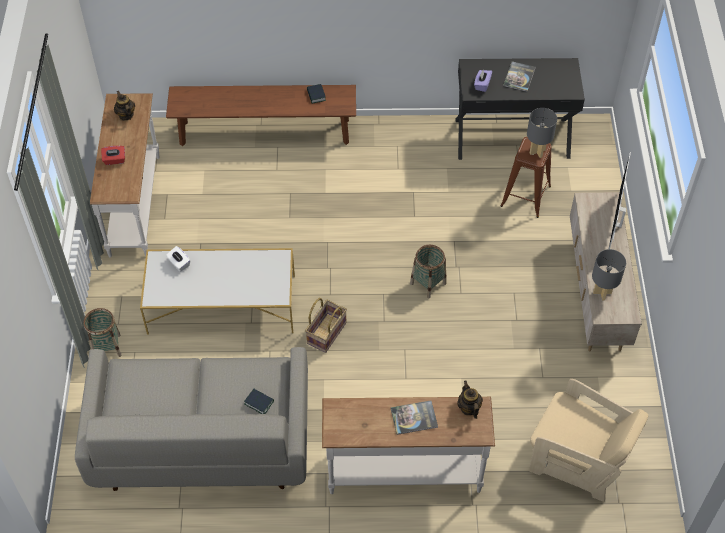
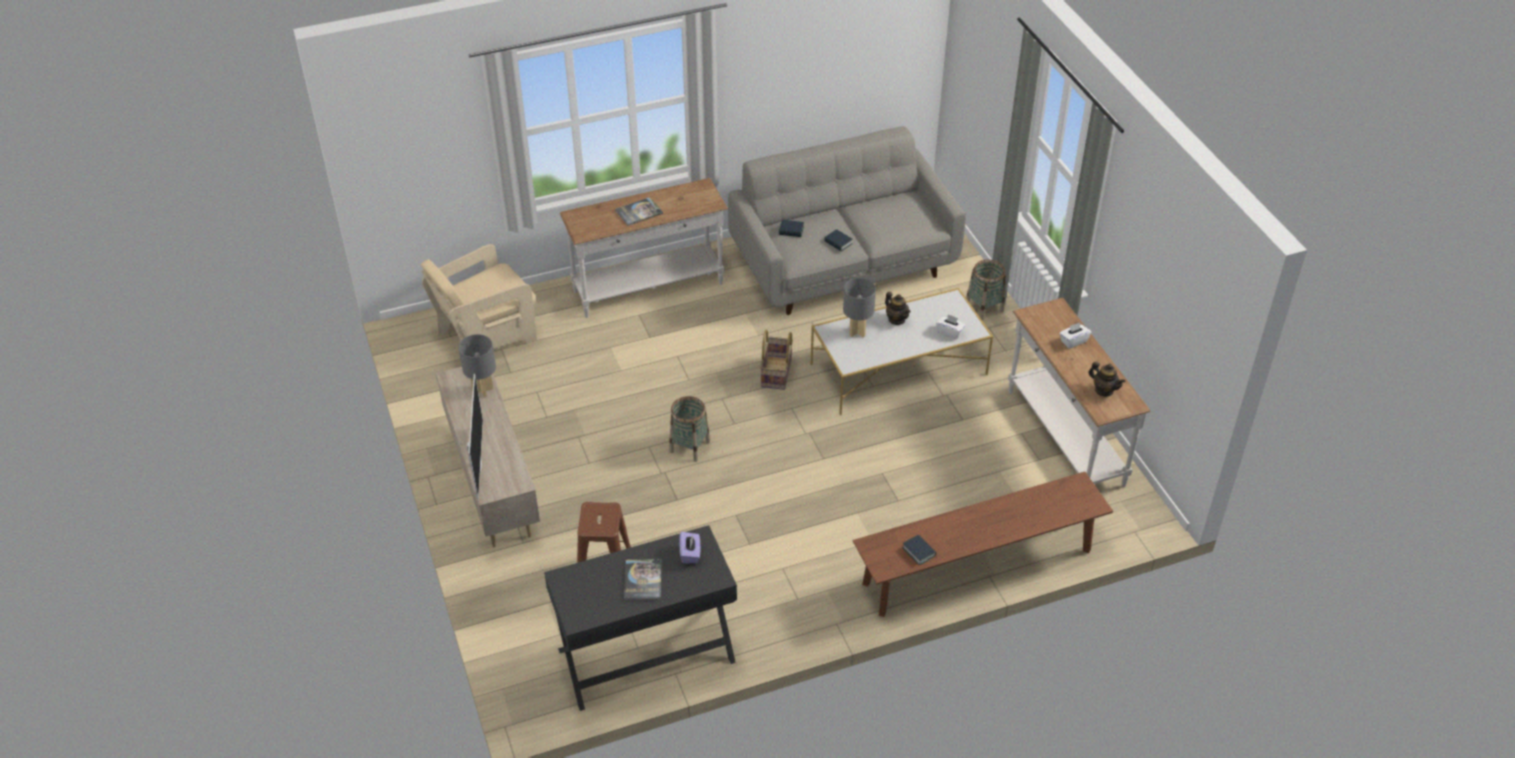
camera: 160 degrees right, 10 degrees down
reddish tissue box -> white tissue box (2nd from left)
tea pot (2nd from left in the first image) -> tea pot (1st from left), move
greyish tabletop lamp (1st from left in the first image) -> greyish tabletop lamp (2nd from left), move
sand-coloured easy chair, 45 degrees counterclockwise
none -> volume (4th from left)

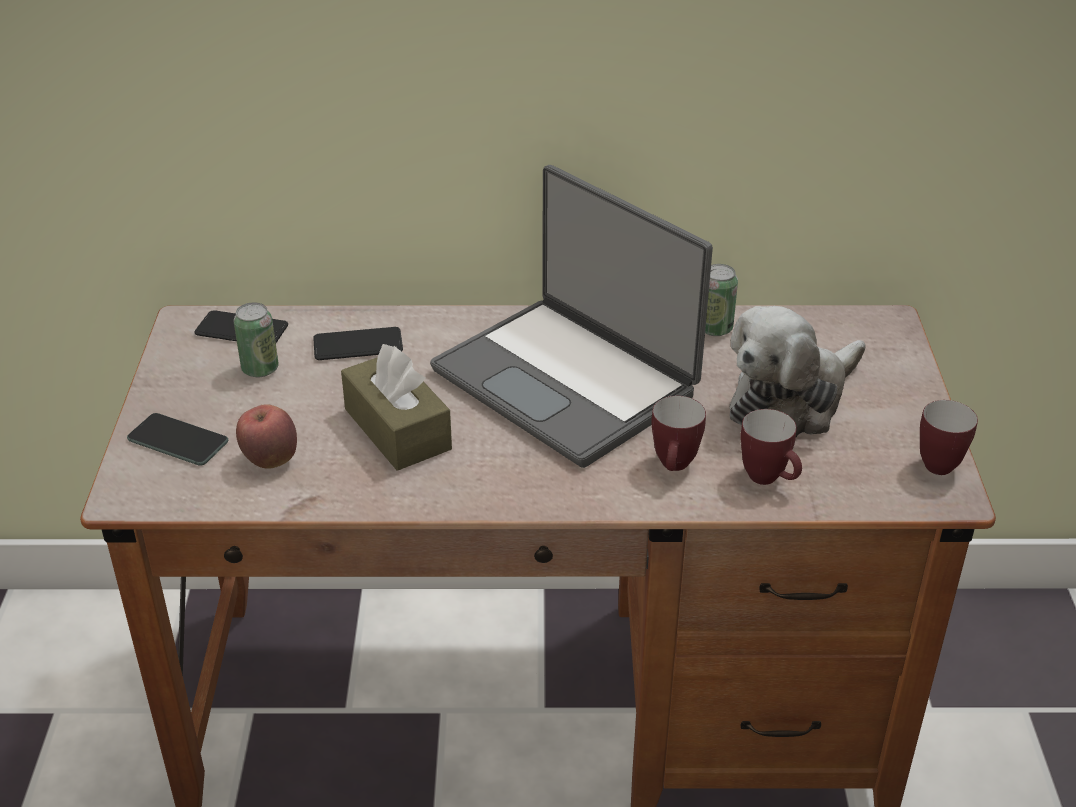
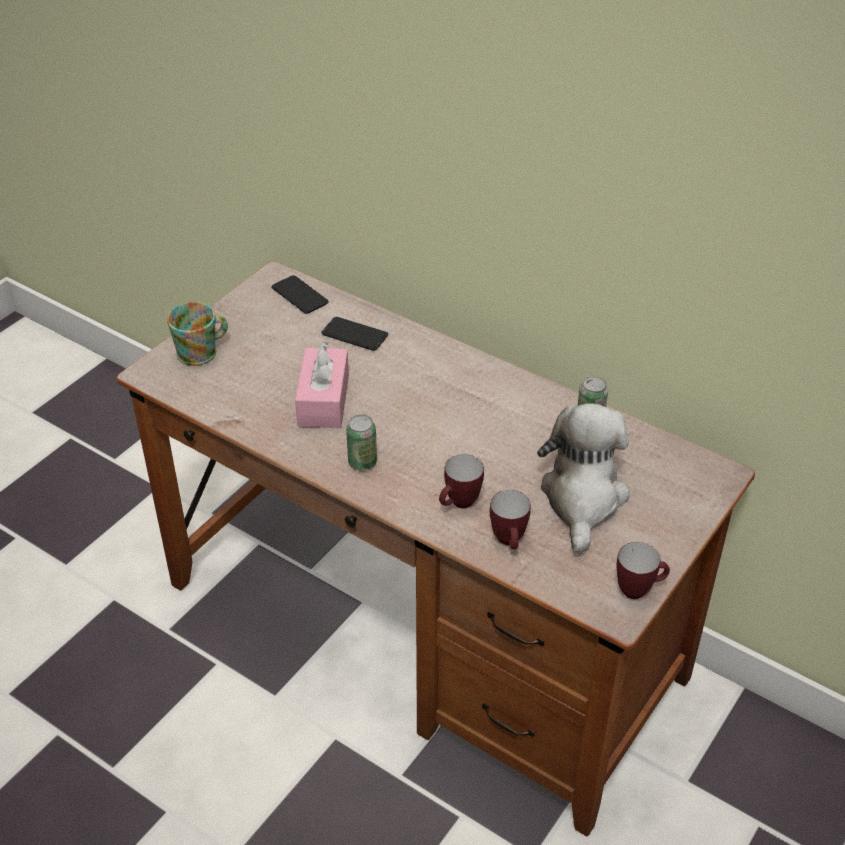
camera: 35 degrees right, 5 degrees up
phone (1st from left) -> tea mug (1st from left)
can (1st from left), move
whole apple -> none
brownish tissue box -> pink tissue box
portable computer -> none
plush toy, 105 degrees clockwise

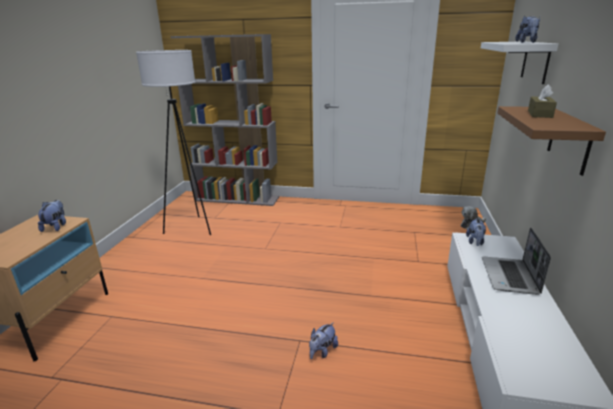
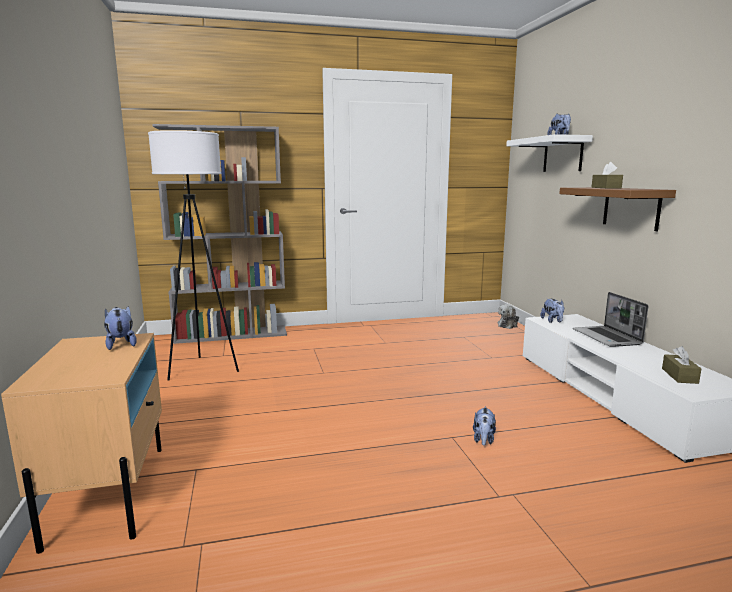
camera: 25 degrees left, 10 degrees down
none -> brownish tissue box (2nd from left)

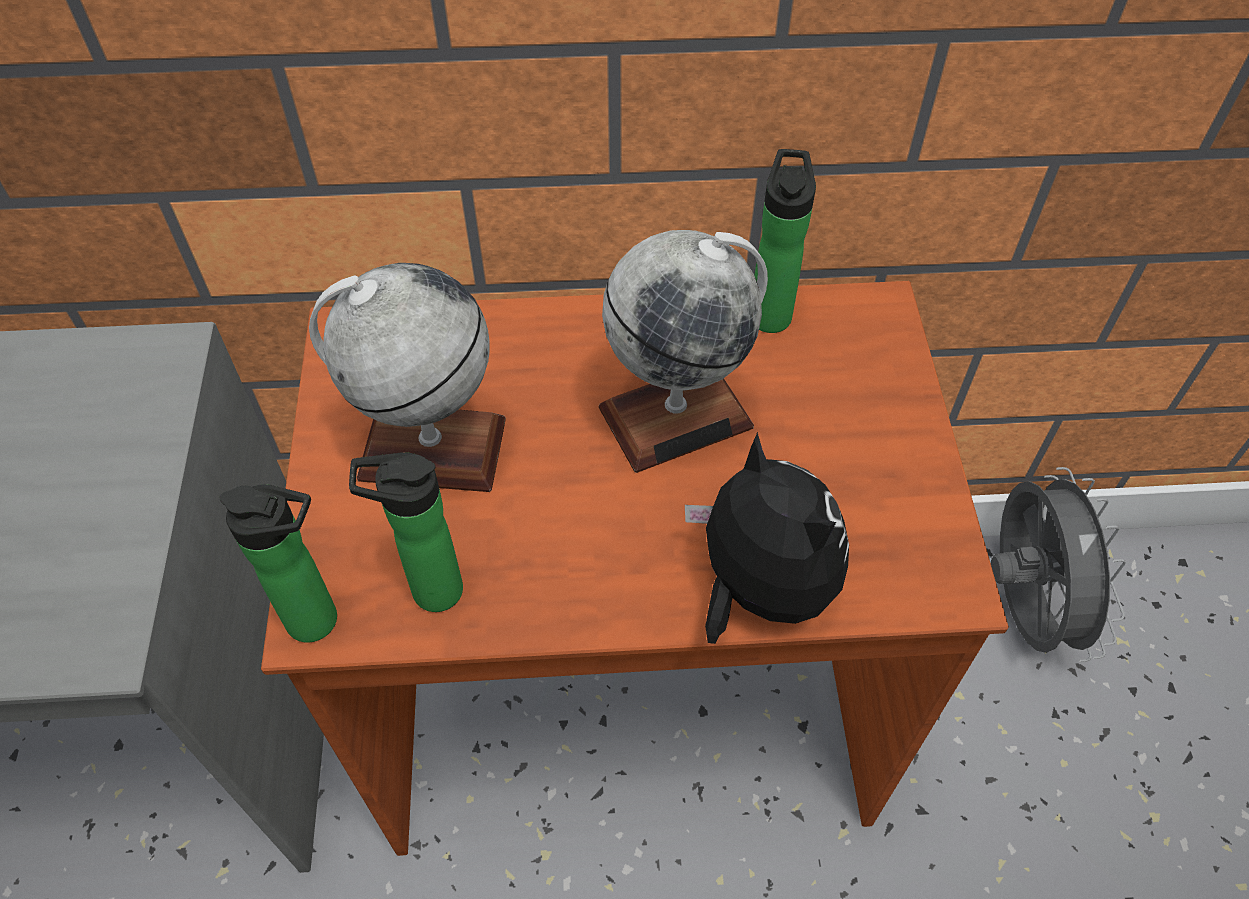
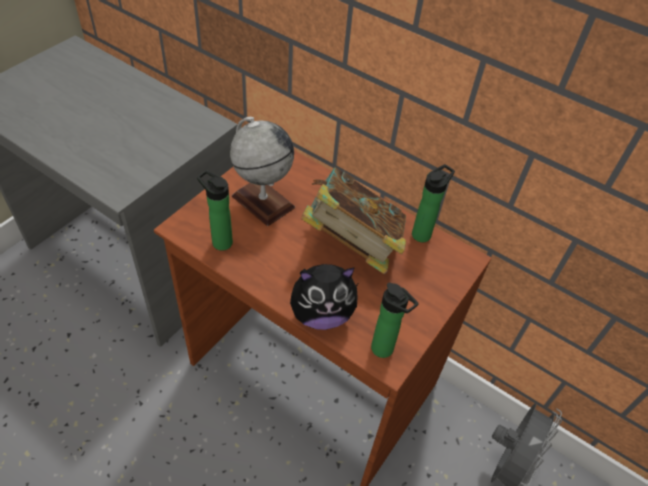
camera: 35 degrees right, 5 degrees down
beverage bottle (1st from left in the first image) -> beverage bottle (2nd from left), move
desk globe (2nd from left) -> volume
plush toy, 75 degrees clockwise

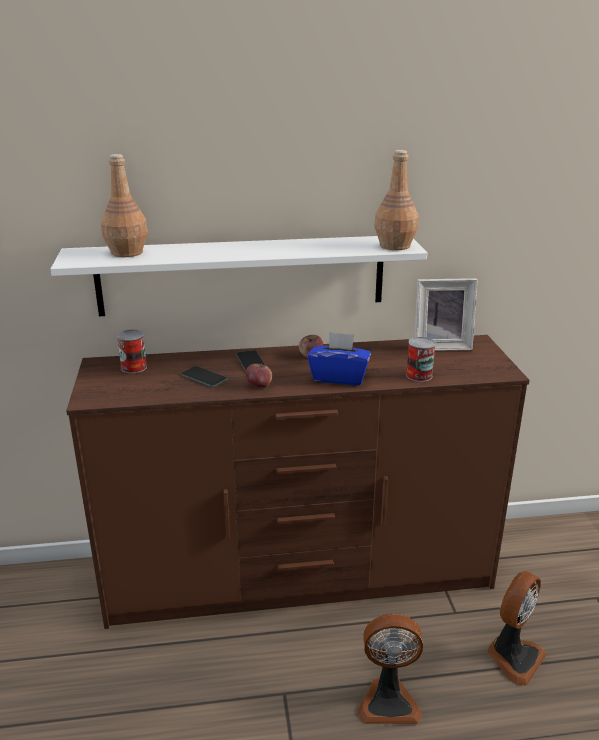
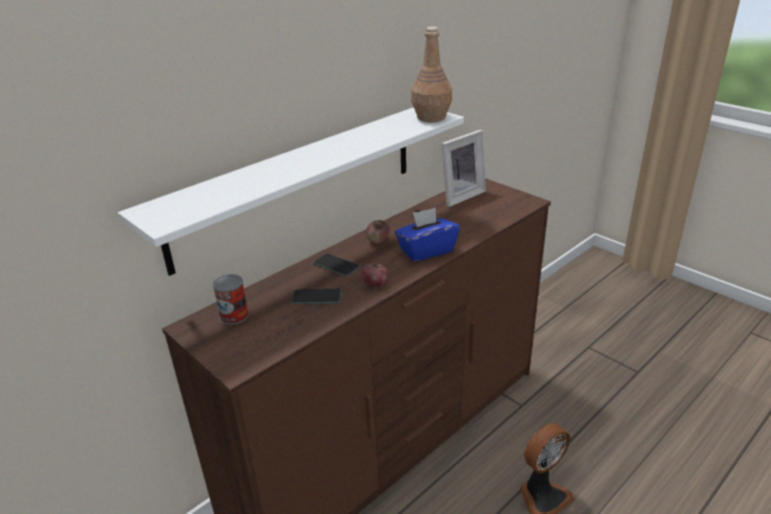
camera: 35 degrees left, 5 degrees up
brownish beverage bottle (1st from left) -> none
can (2nd from left) -> none
fan (2nd from left) -> none

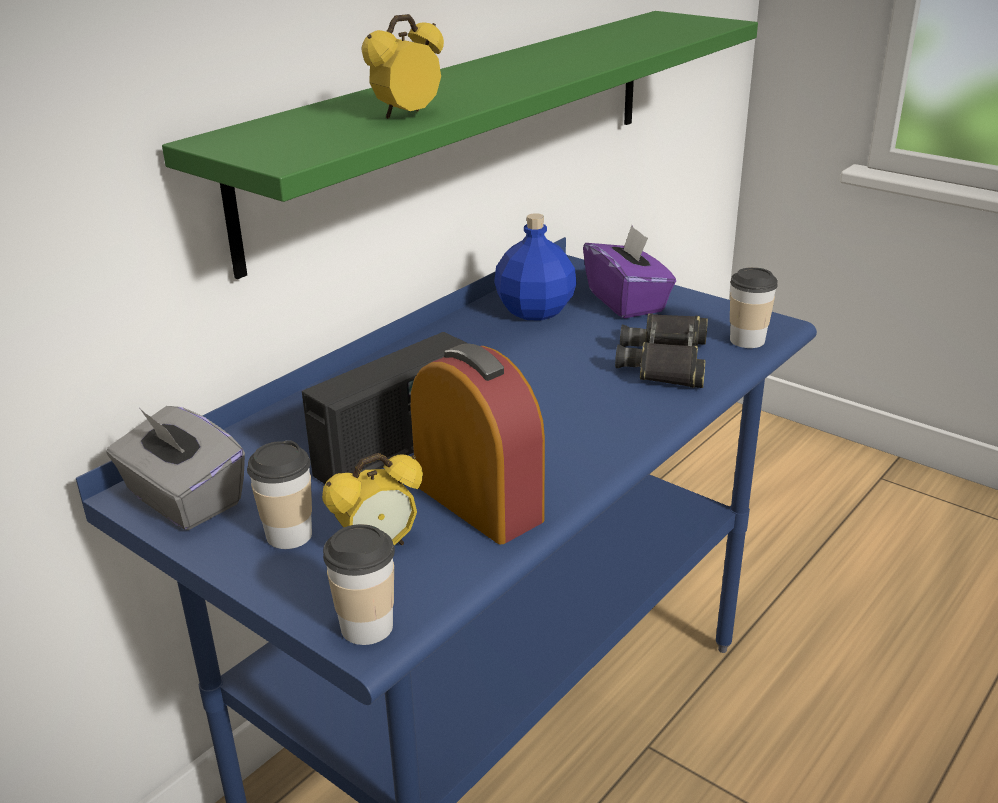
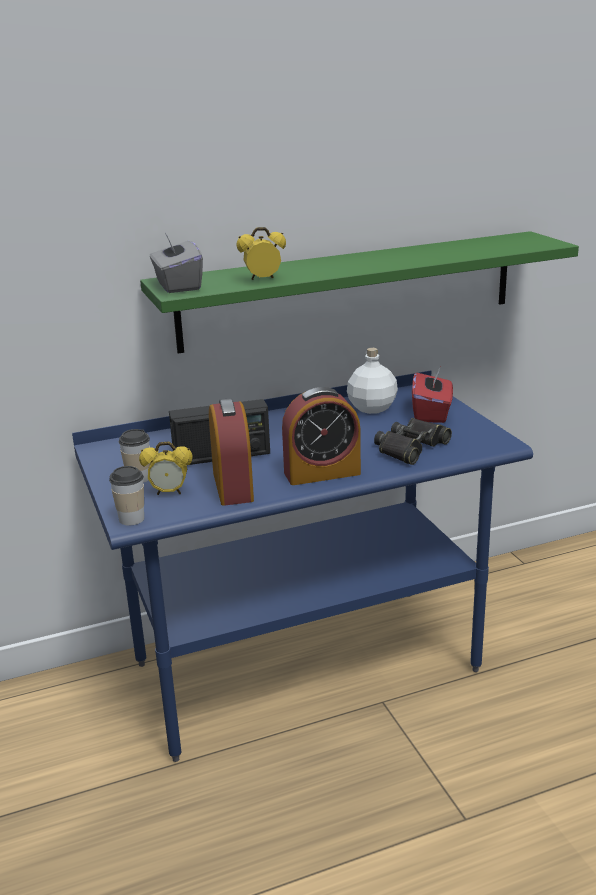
camera: 30 degrees right, 5 degrees down
greyish tissue box, move
bluish beverage bottle -> white beverage bottle
purple tissue box -> reddish tissue box
drinking cup (3rd from left) -> none
none -> table clock (4th from left)

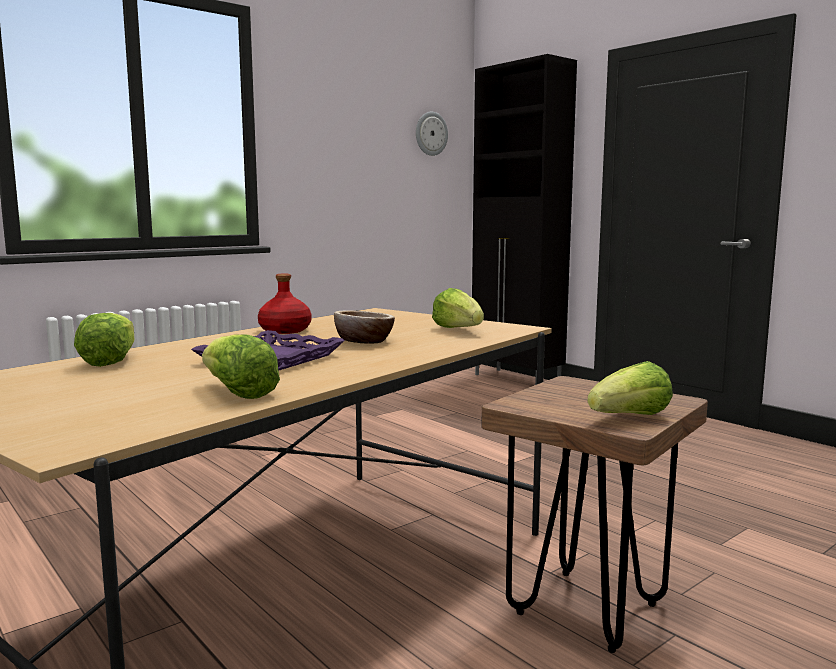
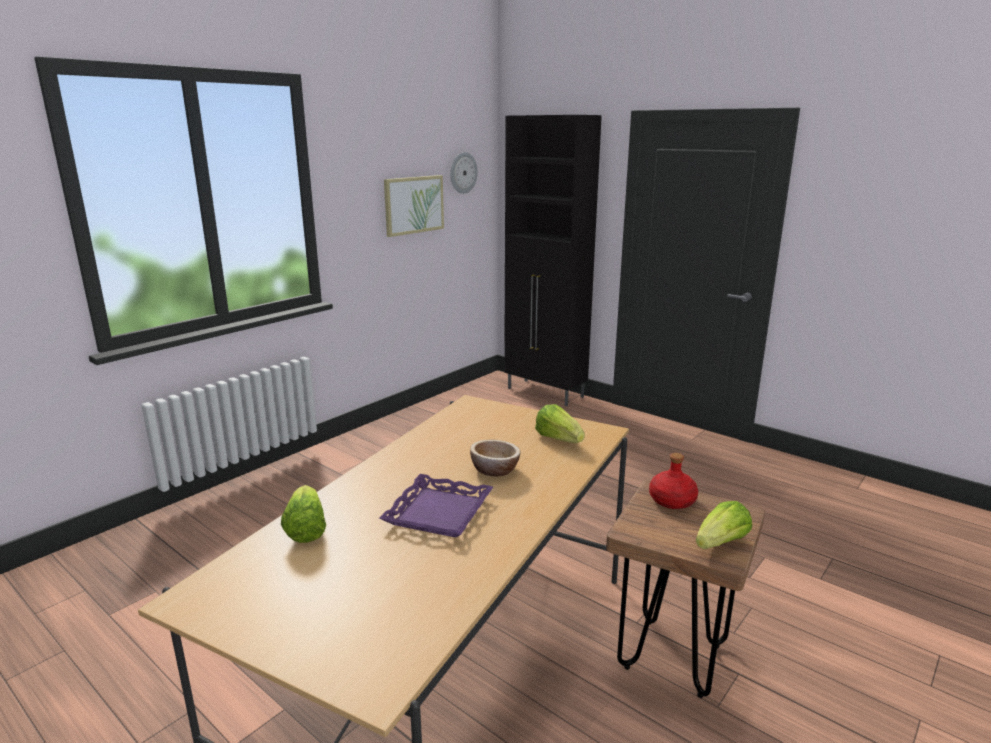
camera: 10 degrees left, 10 degrees up
head of lettuce (2nd from left) -> none
reddish beverage bottle, move
none -> wall art

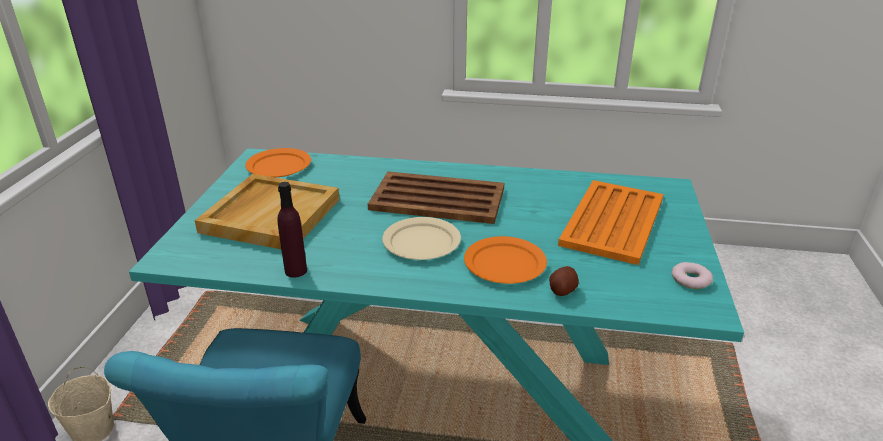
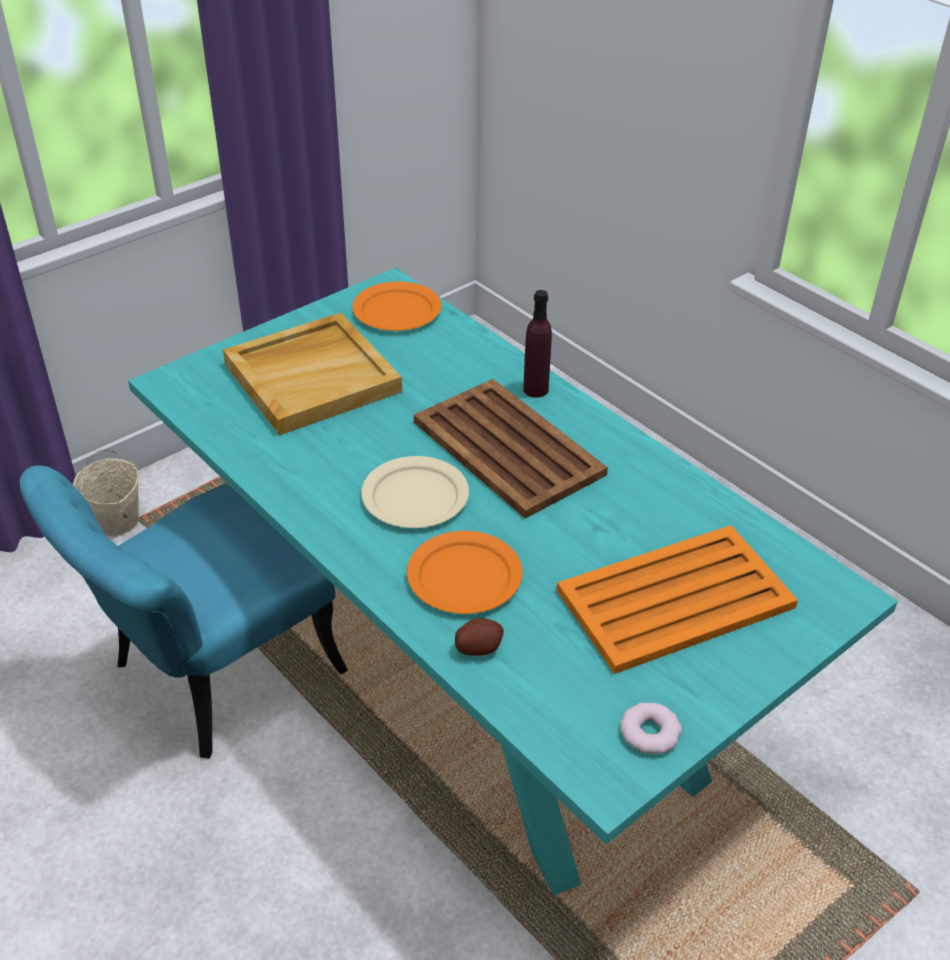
camera: 40 degrees right, 10 degrees up
purple beverage bottle, move

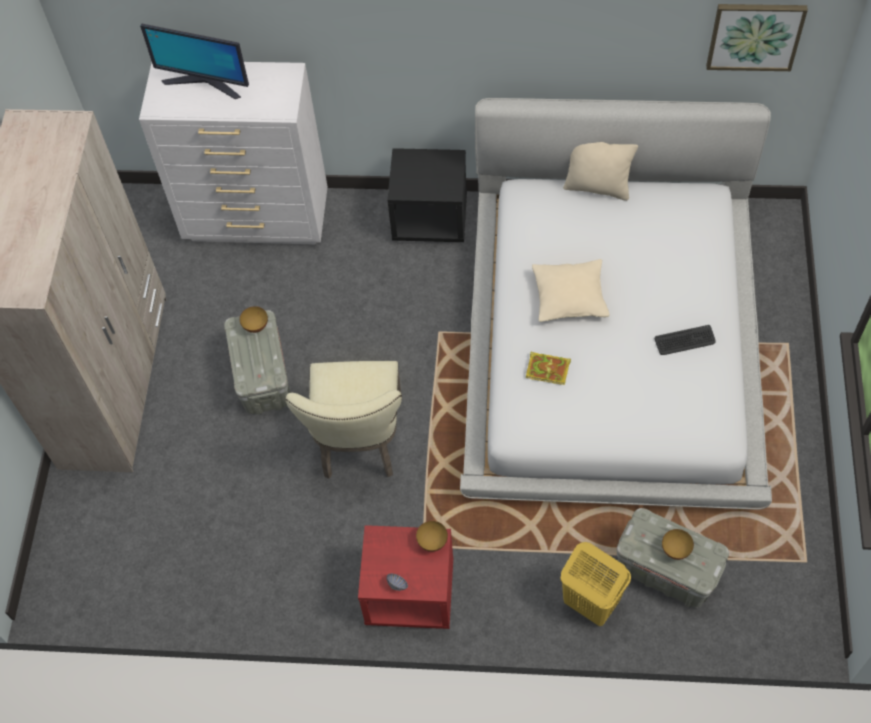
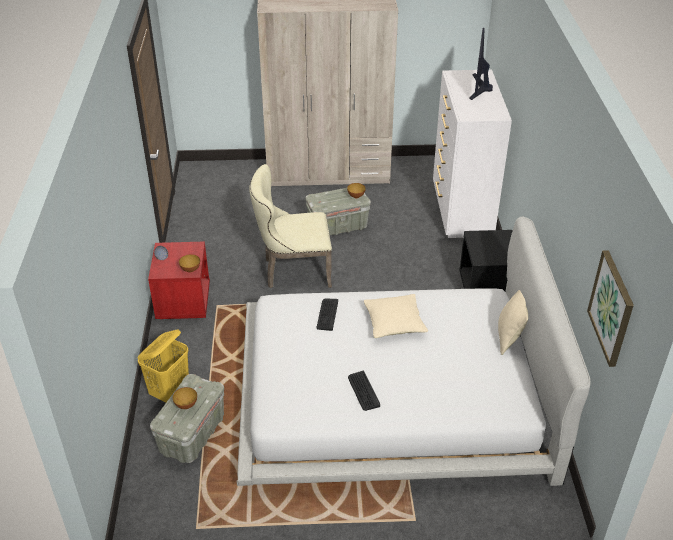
camera: 80 degrees right, 20 degrees down
volume -> PC keyboard (1st from left)

